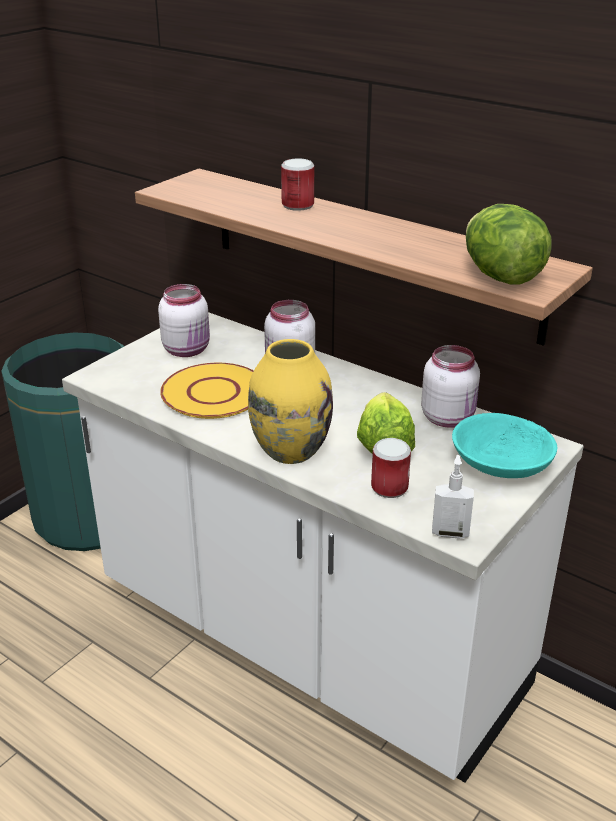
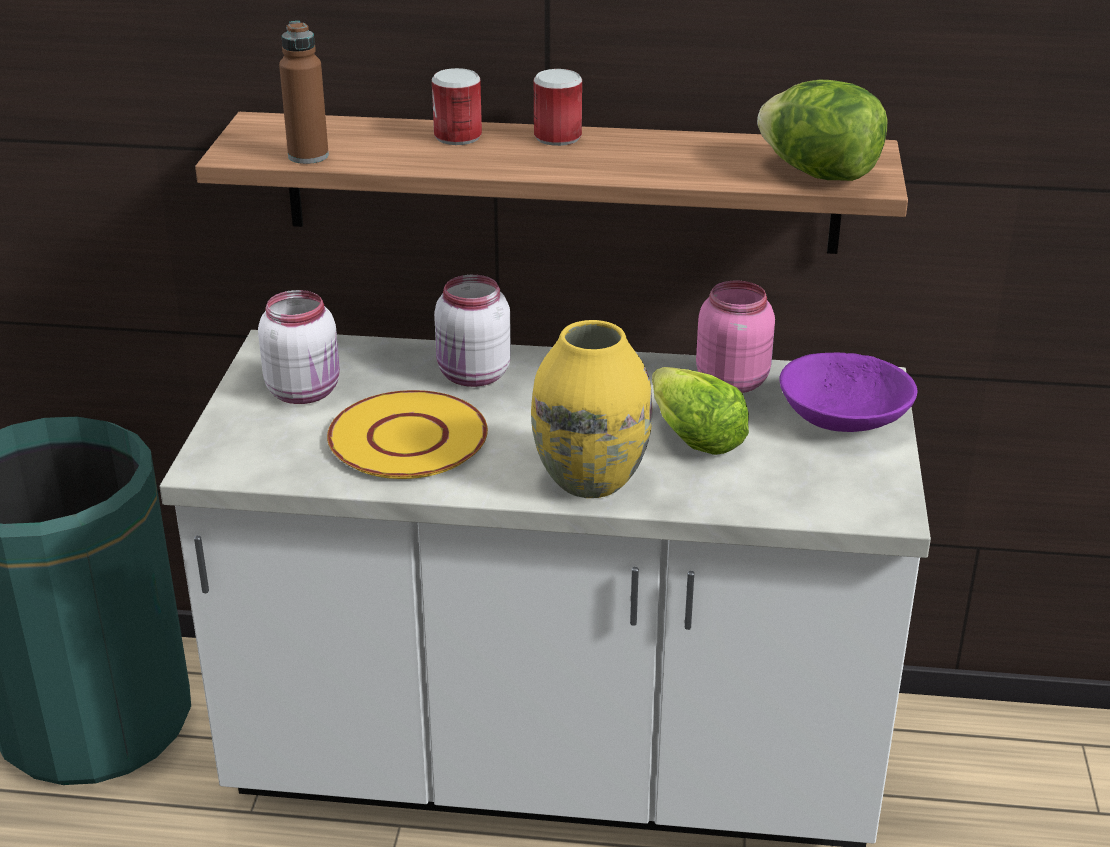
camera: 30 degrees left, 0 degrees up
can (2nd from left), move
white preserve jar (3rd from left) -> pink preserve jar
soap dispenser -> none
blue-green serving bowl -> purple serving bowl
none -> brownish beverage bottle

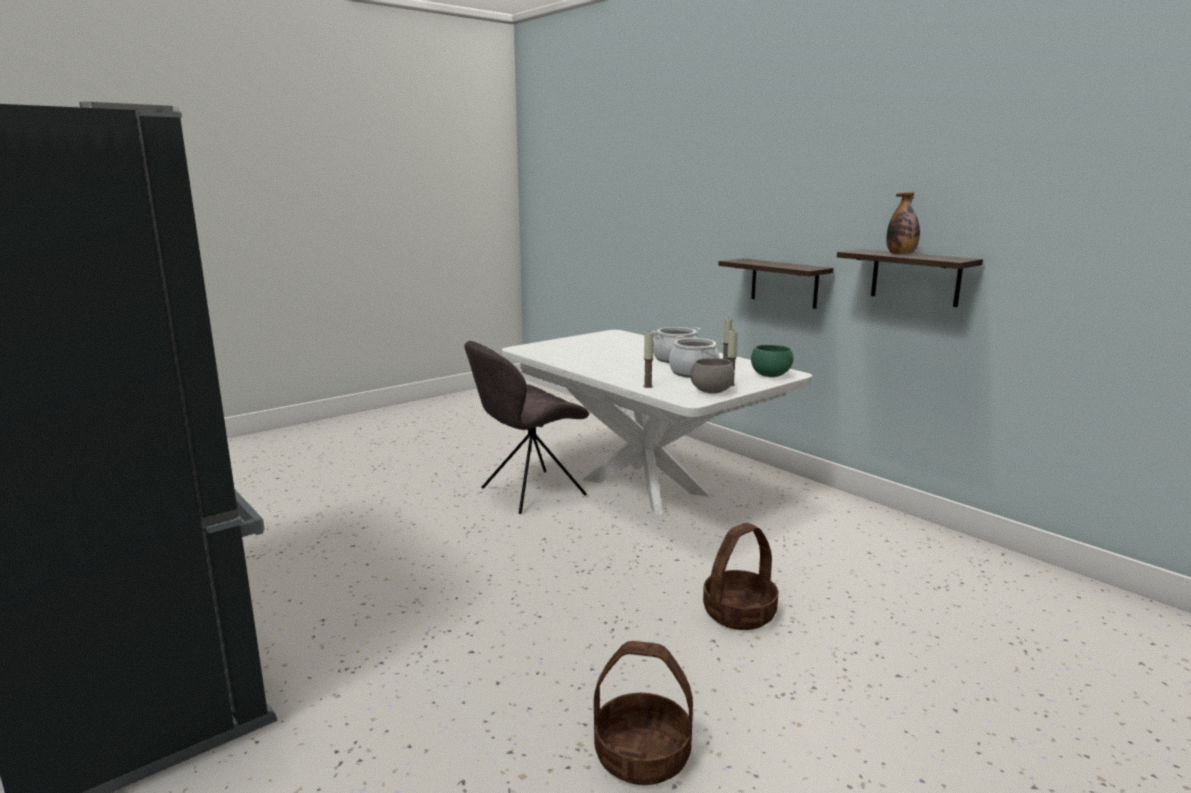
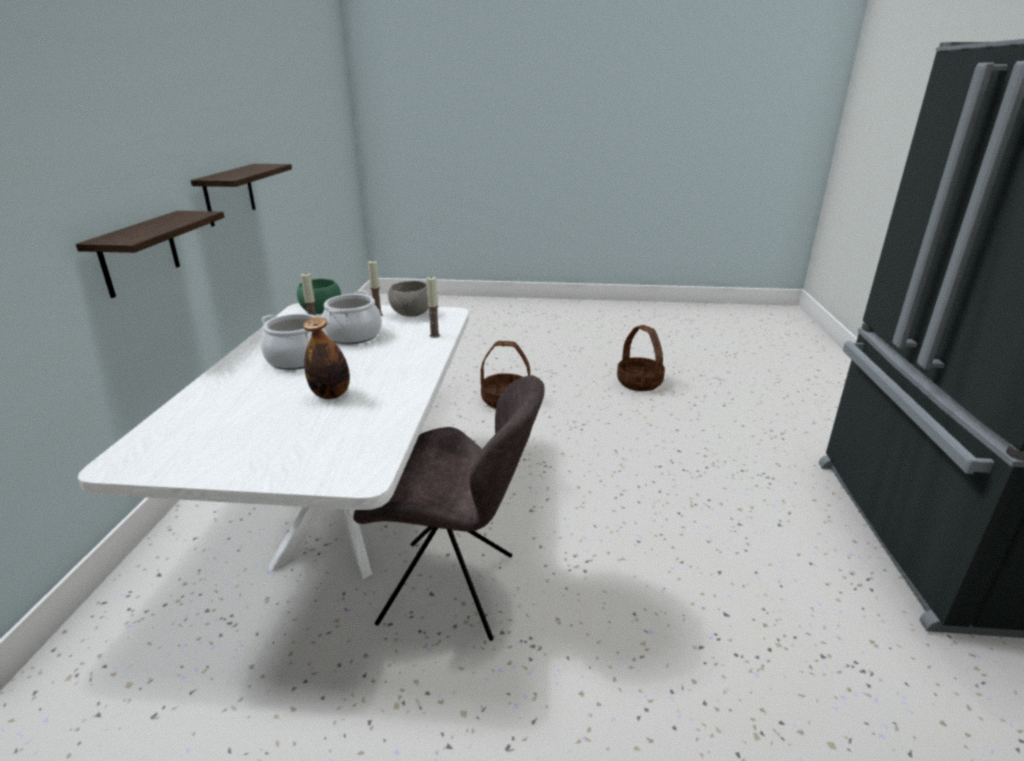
camera: 135 degrees left, 10 degrees up
beverage bottle, move

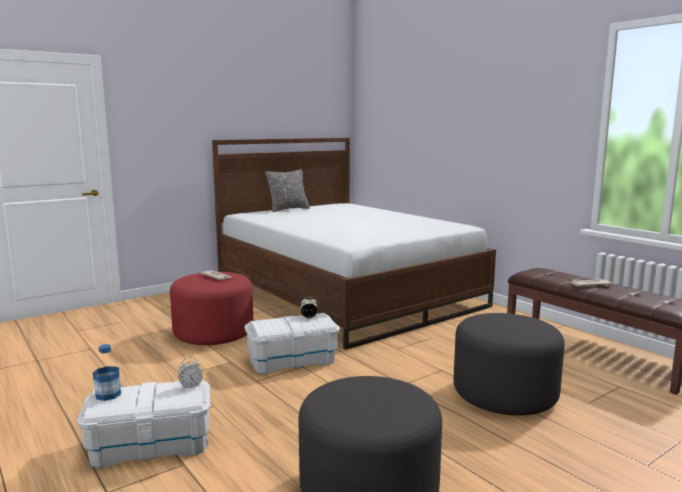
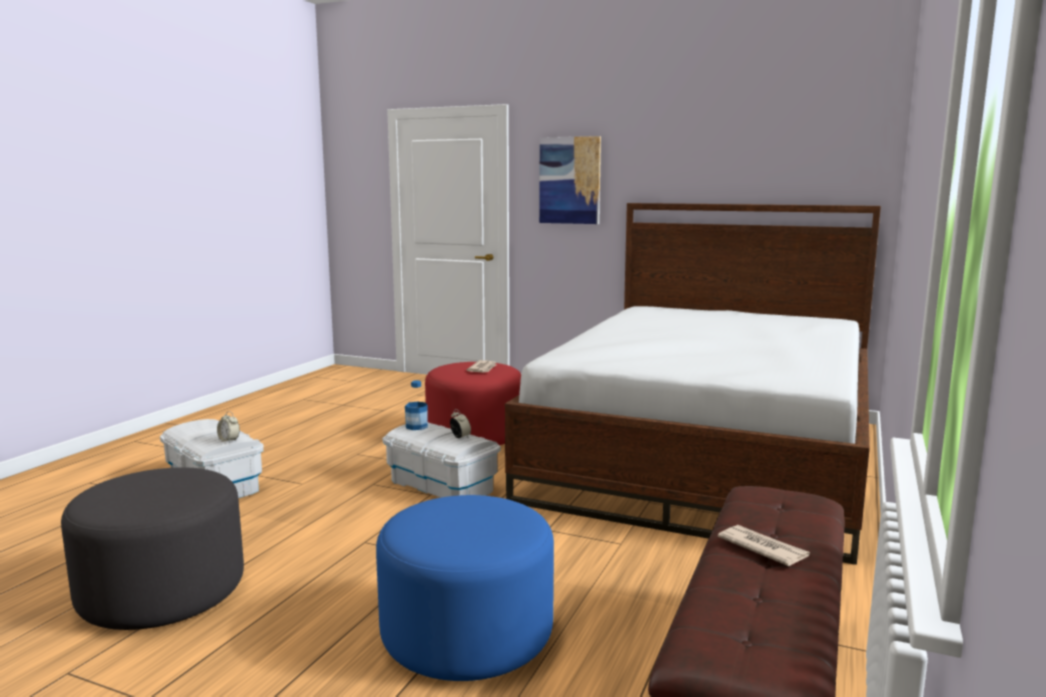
camera: 60 degrees right, 0 degrees up
beverage bottle, move
pillow -> none
greyish ottoman (2nd from left) -> bluish ottoman
none -> wall art

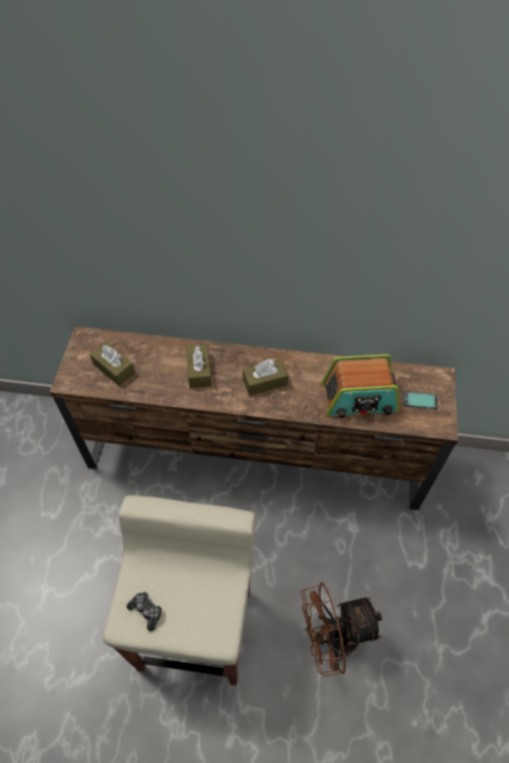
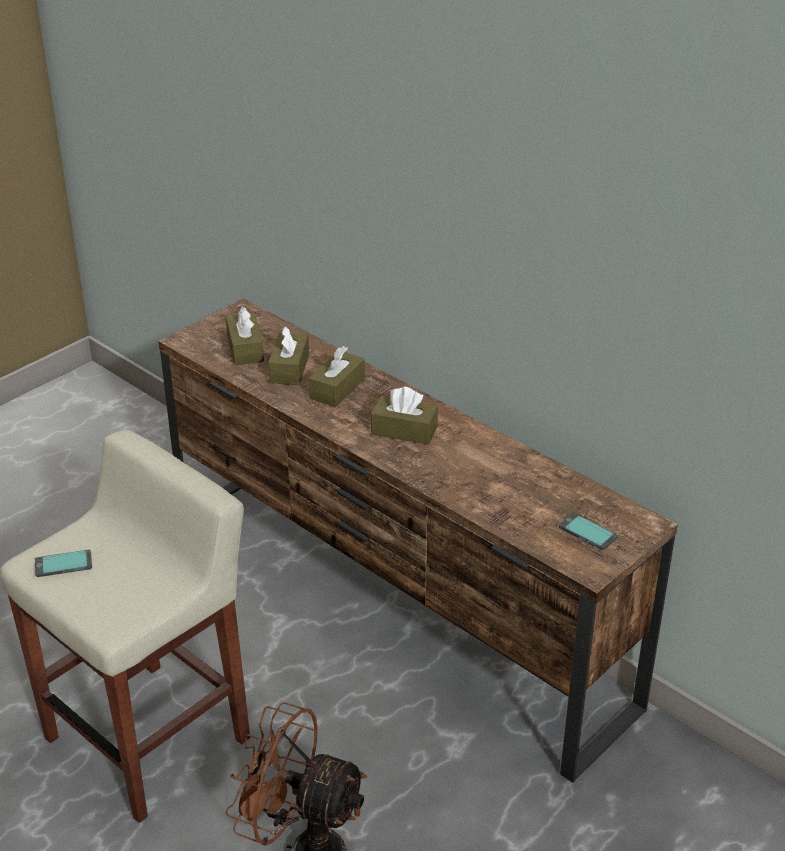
camera: 35 degrees right, 20 degrees down
joypad -> phone (1st from left)
radio -> none
none -> brownish tissue box (2nd from left)

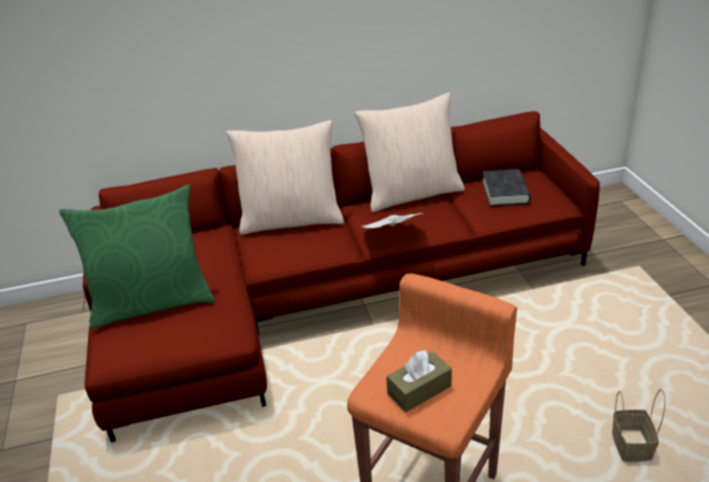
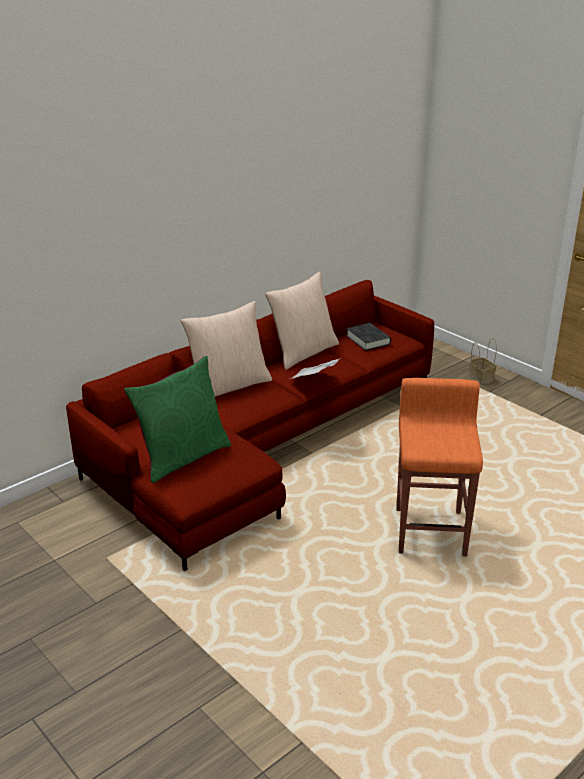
camera: 30 degrees left, 5 degrees down
brownish tissue box -> none
storage basket, move

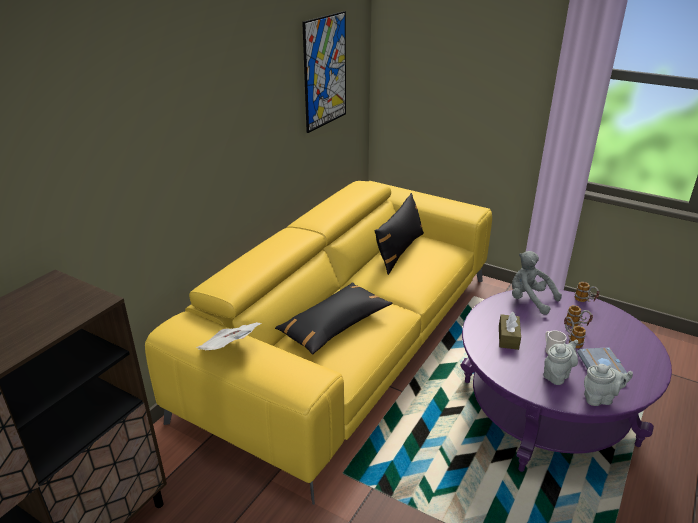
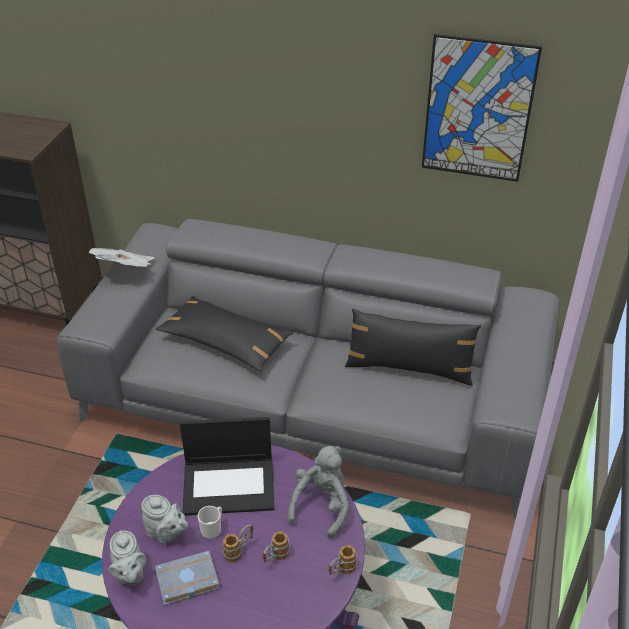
camera: 75 degrees right, 10 degrees up
yellow settee -> greyish settee
brownish tissue box -> portable computer

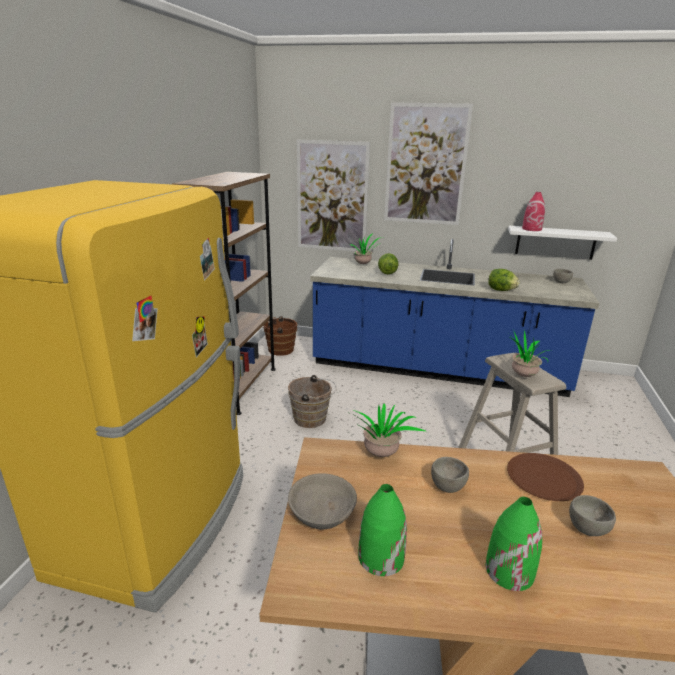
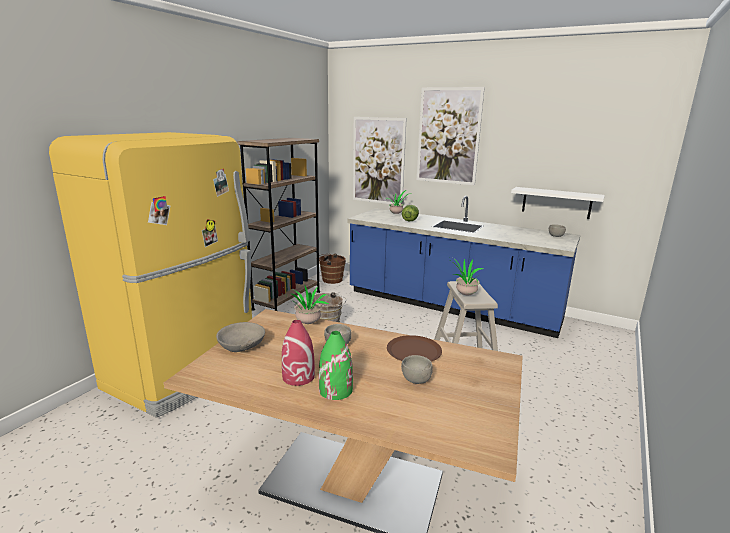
camera: 15 degrees right, 5 degrees down
green-coloured vase (1st from left) -> none
head of lettuce (2nd from left) -> none
reddish vase, move

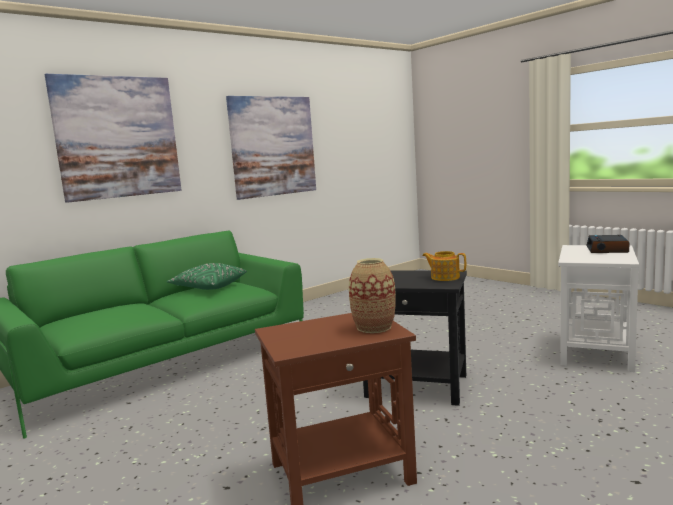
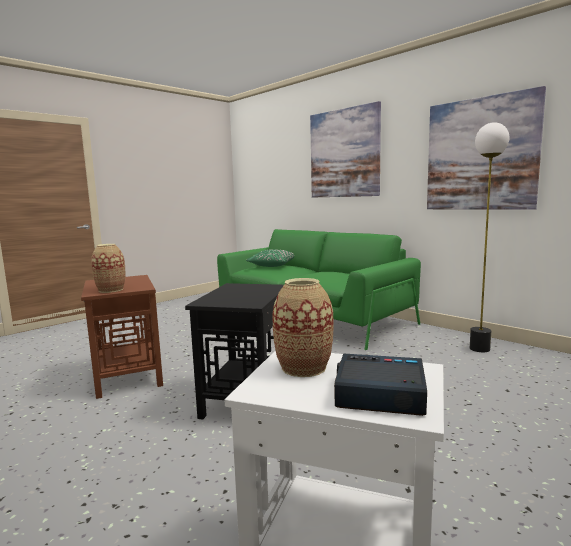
camera: 85 degrees right, 0 degrees up
green-coloured pillow, move
tea pot -> none
none -> vase (2nd from left)
none -> standard lamp

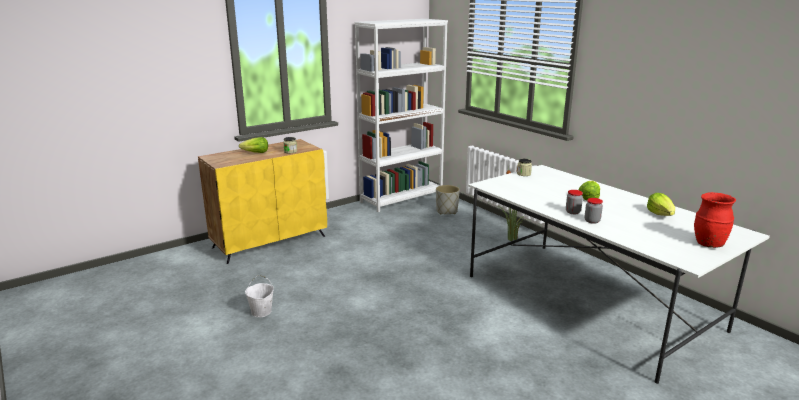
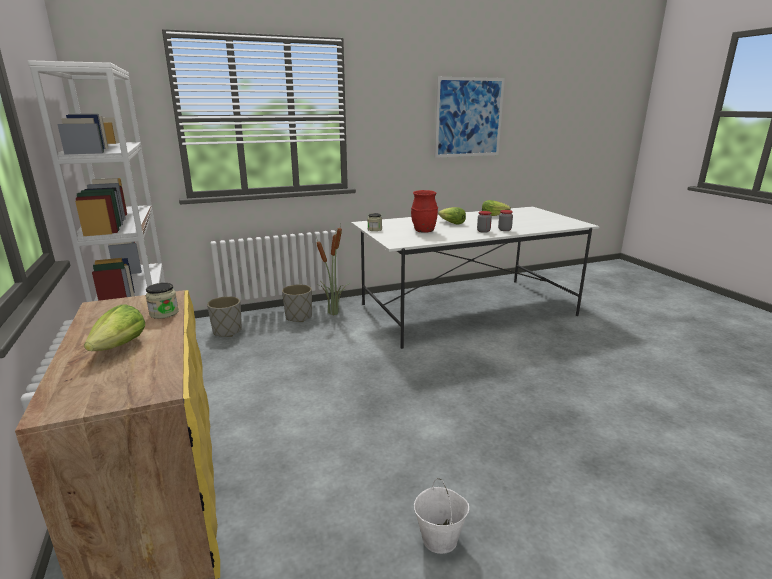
camera: 75 degrees left, 0 degrees up
reddish vase, move
none -> greyish flower pot (2nd from left)
none -> wall art

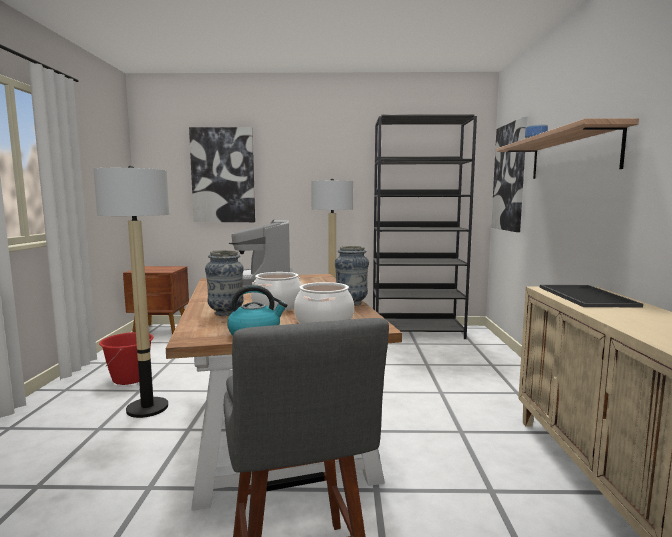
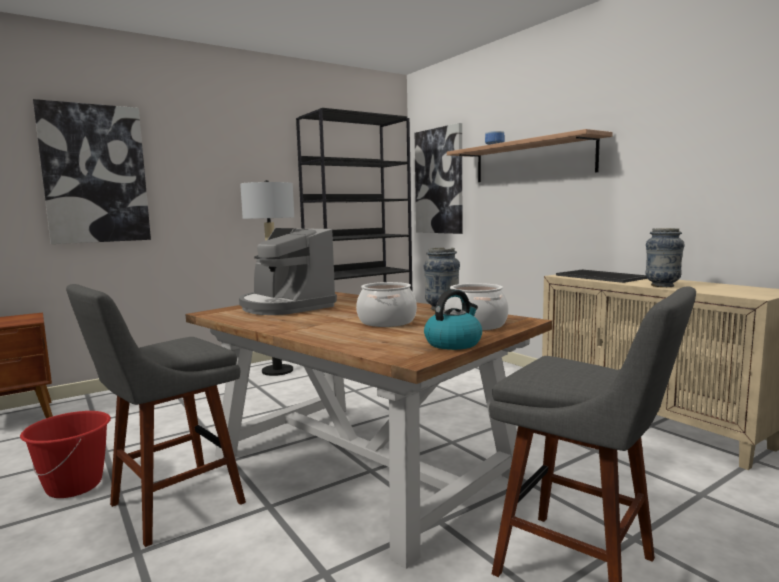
camera: 35 degrees left, 0 degrees up
standard lamp (1st from left) -> greyish stool (1st from left)
vase (1st from left in the first image) -> vase (2nd from left), move

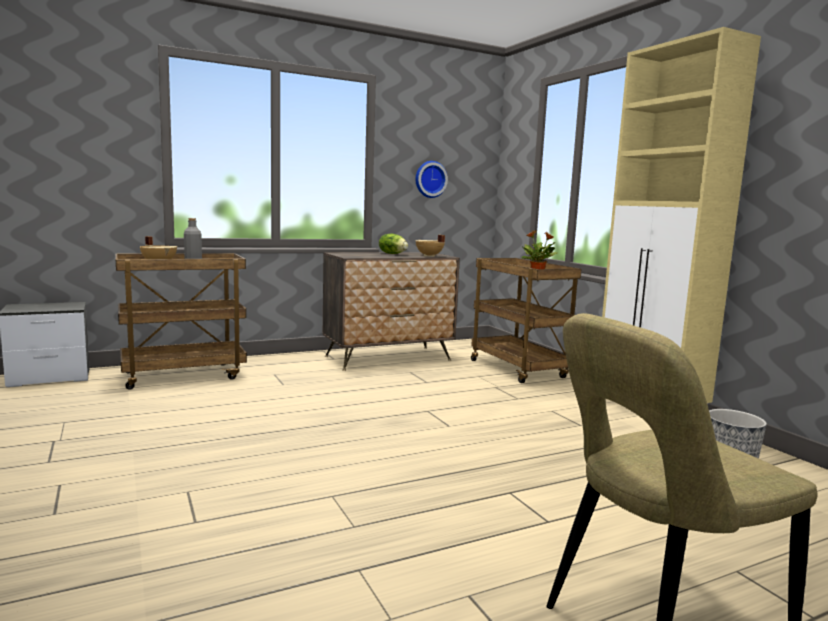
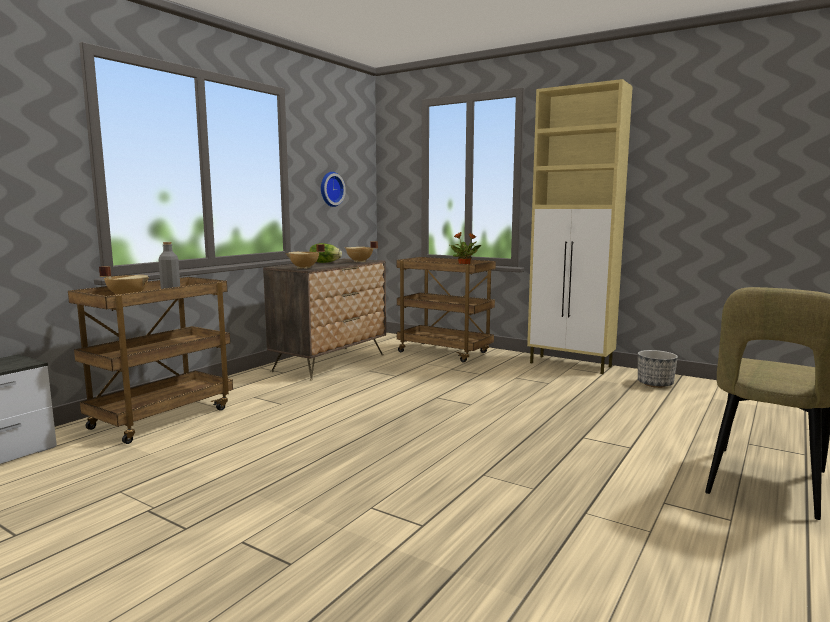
camera: 30 degrees left, 0 degrees up
none -> sand-coloured cooking pot (2nd from left)

